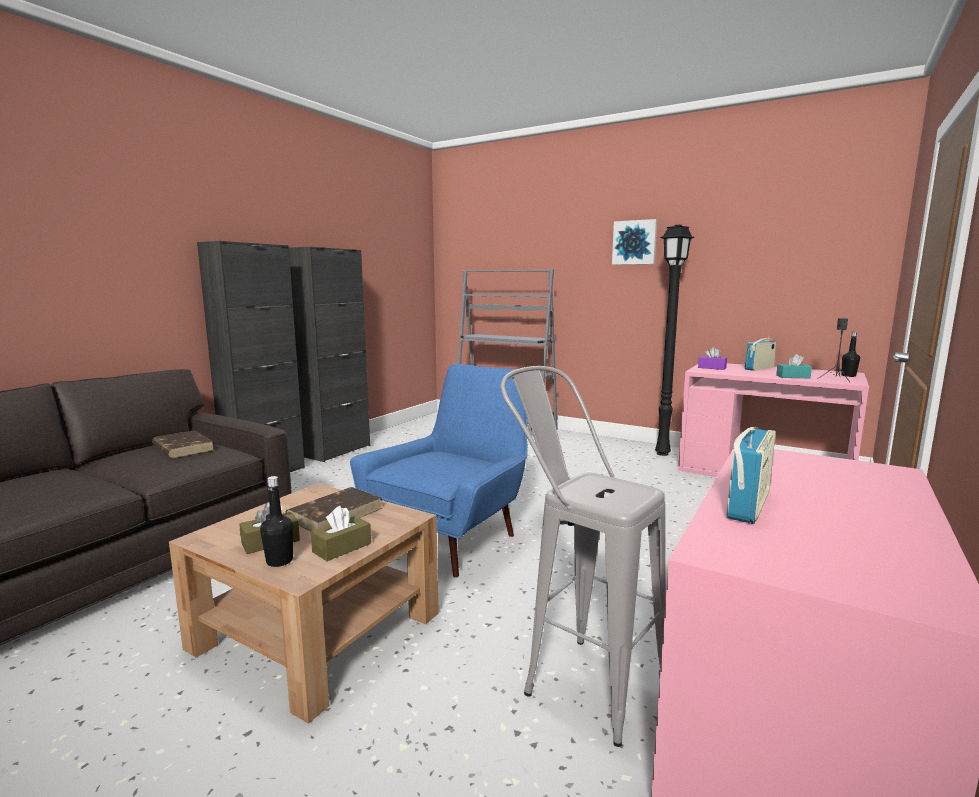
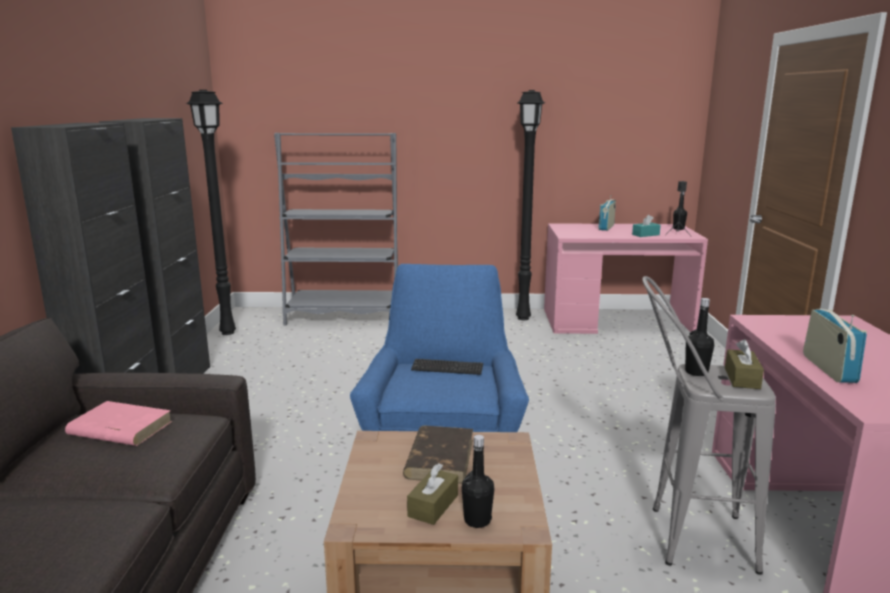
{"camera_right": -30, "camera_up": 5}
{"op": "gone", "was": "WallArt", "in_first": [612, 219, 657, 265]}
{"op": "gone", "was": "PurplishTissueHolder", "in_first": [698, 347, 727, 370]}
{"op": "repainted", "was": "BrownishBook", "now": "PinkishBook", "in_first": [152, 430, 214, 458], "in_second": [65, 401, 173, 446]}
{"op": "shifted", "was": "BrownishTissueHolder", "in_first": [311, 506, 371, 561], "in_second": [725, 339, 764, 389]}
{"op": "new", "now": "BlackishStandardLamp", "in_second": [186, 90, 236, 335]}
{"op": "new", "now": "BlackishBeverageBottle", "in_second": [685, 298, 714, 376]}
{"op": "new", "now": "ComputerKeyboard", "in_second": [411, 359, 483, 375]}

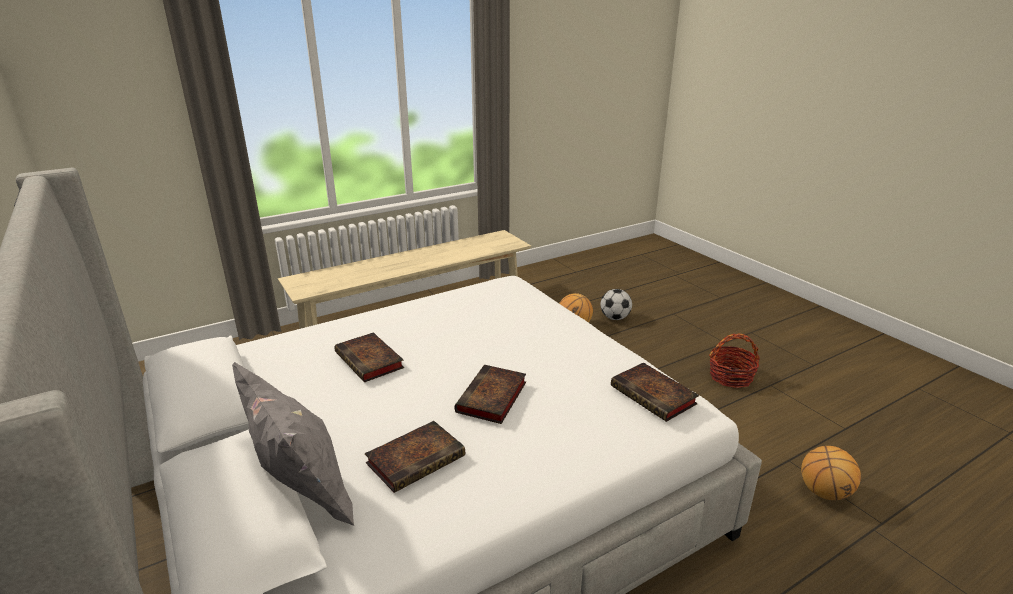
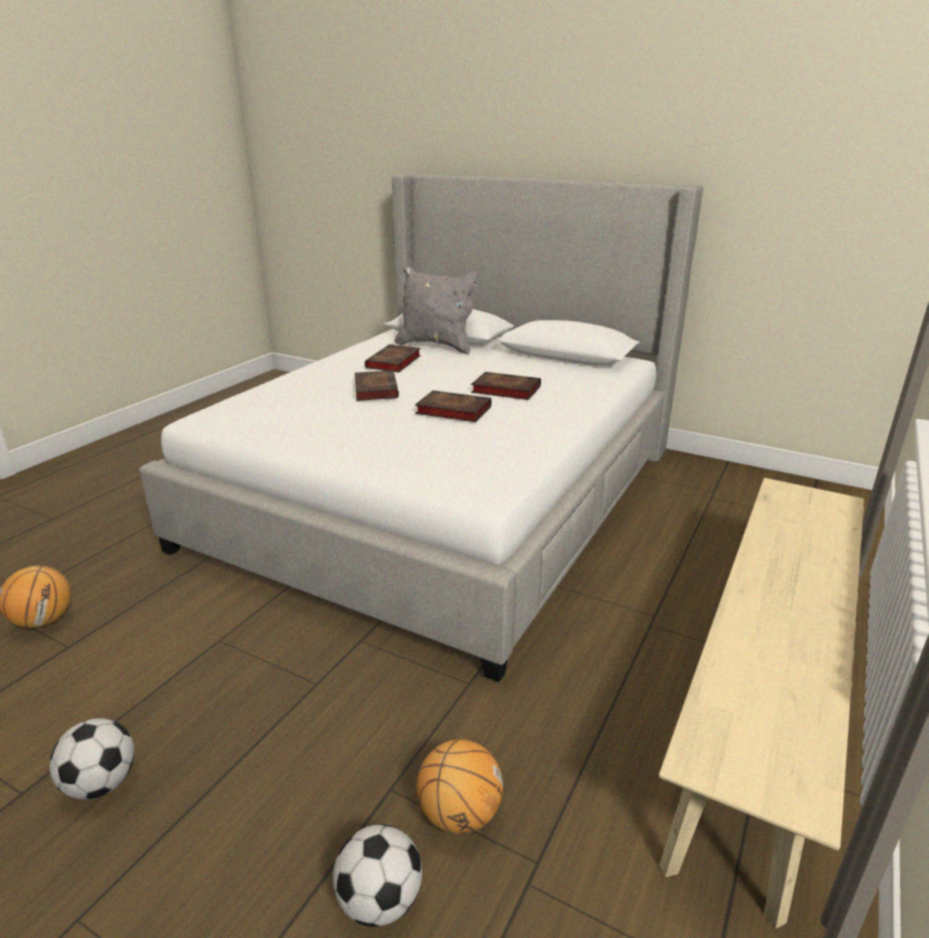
{"camera_right": 150, "camera_up": 0}
{"op": "swapped", "was": "Basket", "now": "FootballBall", "in_first": [709, 333, 760, 388], "in_second": [50, 718, 134, 799]}
{"op": "shifted", "was": "Book", "in_first": [611, 362, 699, 422], "in_second": [415, 390, 491, 422]}

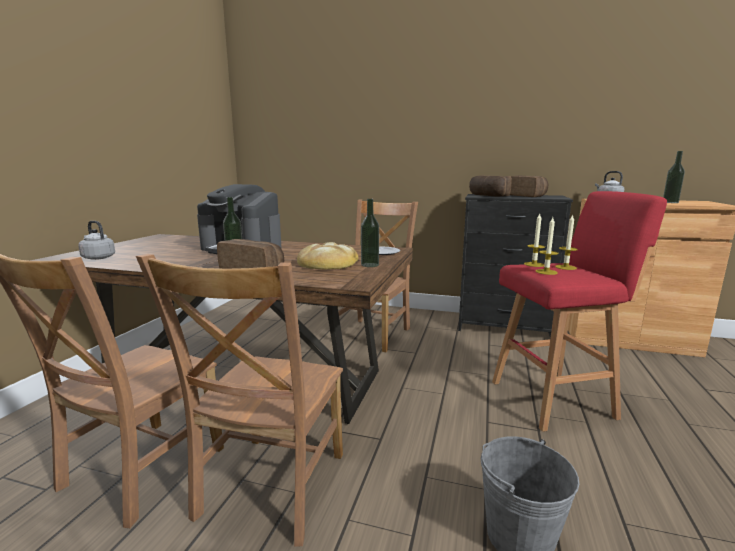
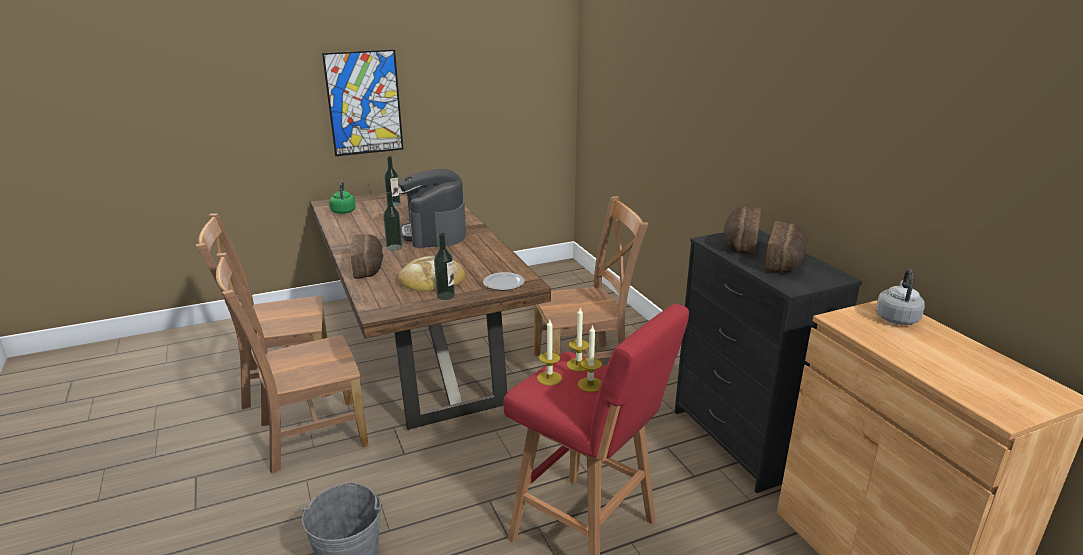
{"camera_right": 50, "camera_up": 10}
{"op": "shifted", "was": "BeverageBottle", "in_first": [663, 151, 685, 203], "in_second": [384, 156, 401, 207]}
{"op": "repainted", "was": "GrayWaterKettle", "now": "GreenWaterKettle", "in_first": [78, 221, 115, 260], "in_second": [329, 181, 356, 214]}
{"op": "new", "now": "WallArt", "in_second": [322, 49, 403, 157]}

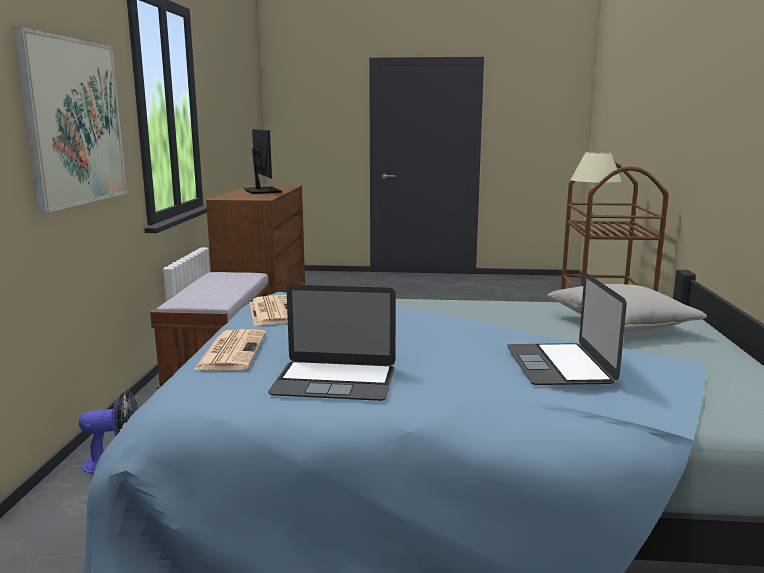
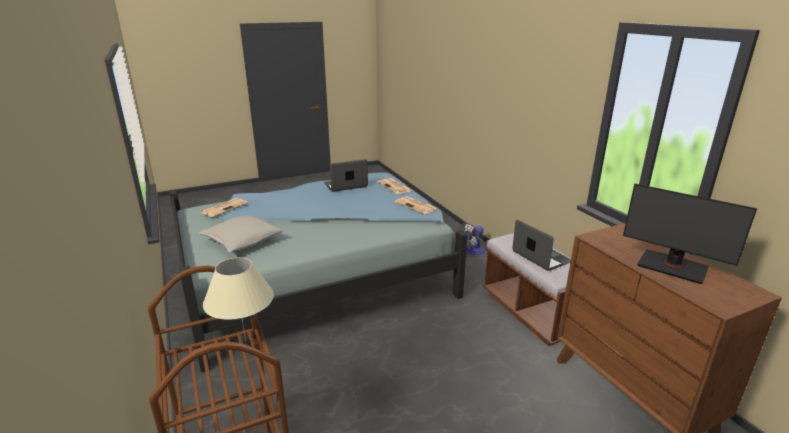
{"camera_right": 150, "camera_up": 10}
{"op": "gone", "was": "WallArt", "in_first": [13, 27, 127, 213]}
{"op": "shifted", "was": "PortableComputer", "in_first": [507, 273, 627, 385], "in_second": [512, 220, 571, 271]}
{"op": "new", "now": "PrintedPaper", "in_second": [201, 198, 248, 217]}

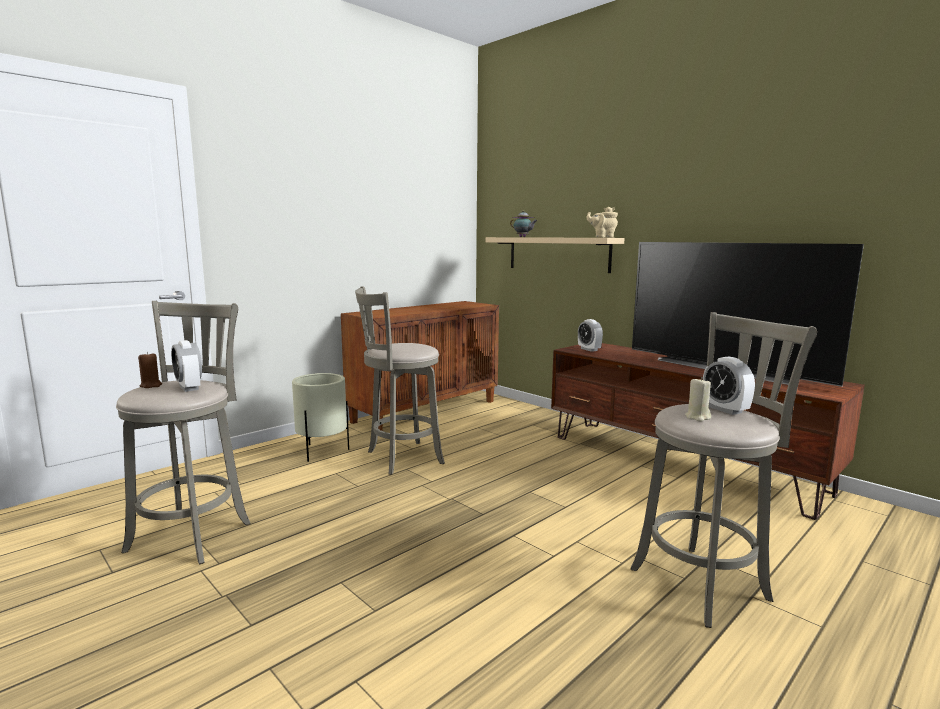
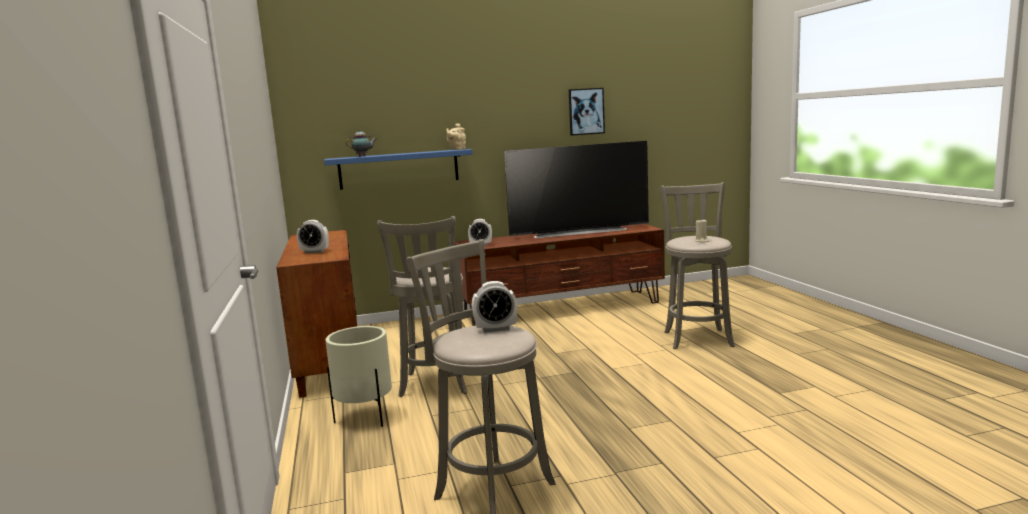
{"camera_right": -60, "camera_up": 0}
{"op": "repainted", "was": "BeigeColouredWallShelf", "now": "BlueColouredWallShelf", "in_first": [486, 237, 625, 273], "in_second": [324, 149, 473, 190]}
{"op": "gone", "was": "BrownishWaxLight", "in_first": [138, 352, 162, 388]}
{"op": "shifted", "was": "BedsideClock", "in_first": [703, 356, 755, 415], "in_second": [297, 220, 329, 254]}
{"op": "new", "now": "WallArt", "in_second": [569, 88, 605, 136]}

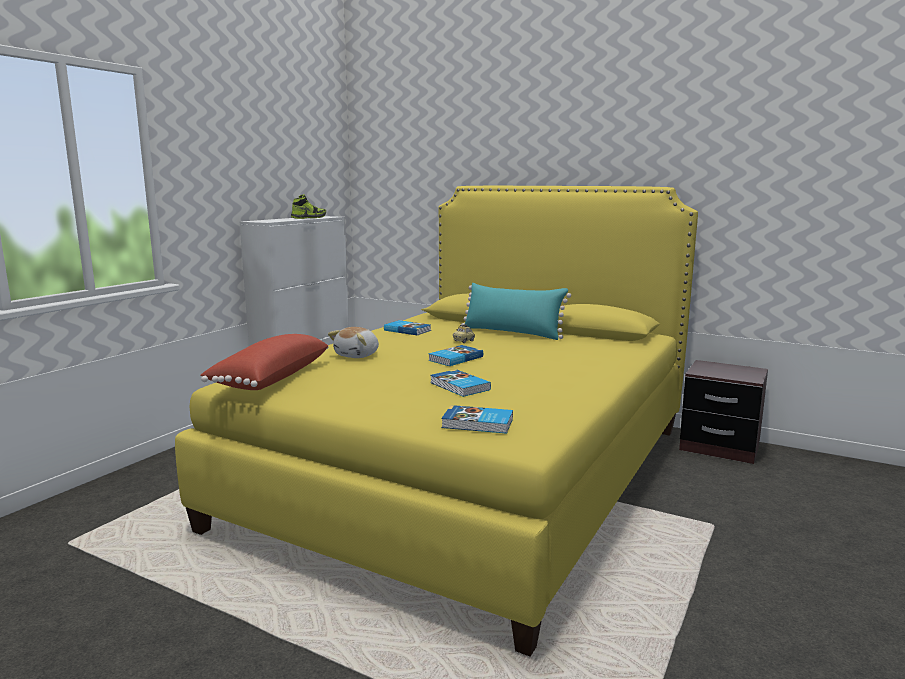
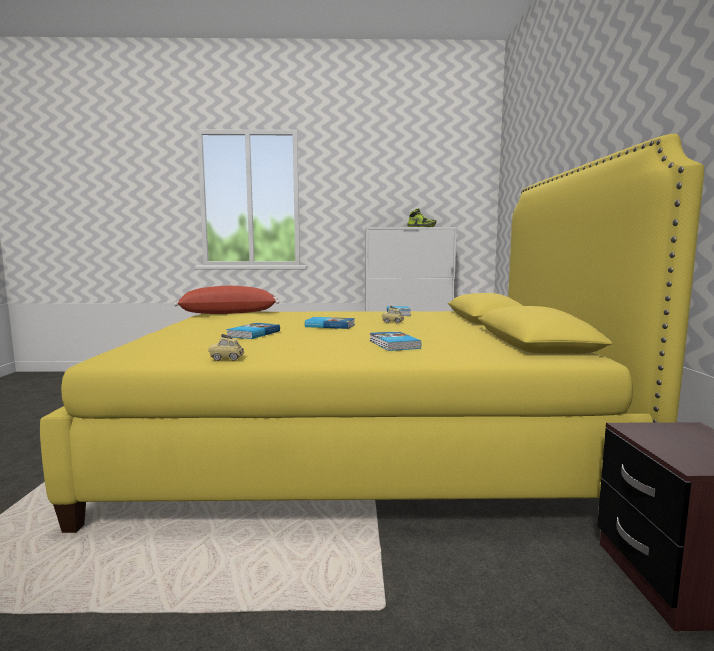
{"camera_right": 60, "camera_up": -5}
{"op": "gone", "was": "TurquoiseColouredPillow", "in_first": [461, 283, 571, 340]}
{"op": "gone", "was": "SoftToy", "in_first": [328, 327, 379, 358]}
{"op": "shifted", "was": "Book", "in_first": [441, 405, 513, 434], "in_second": [370, 331, 421, 351]}
{"op": "new", "now": "ModelCar", "in_second": [209, 334, 244, 361]}

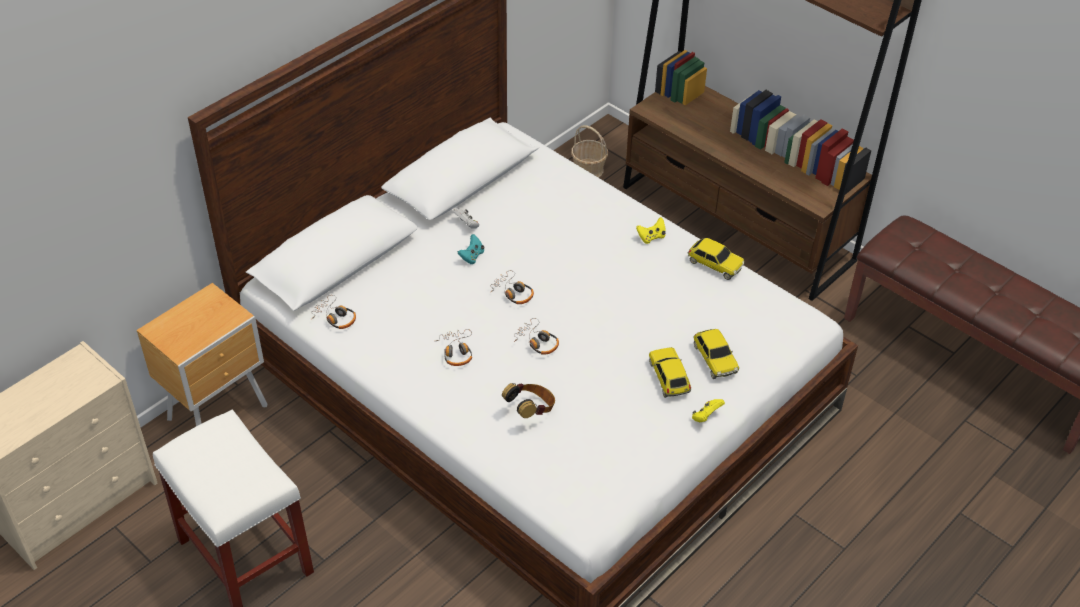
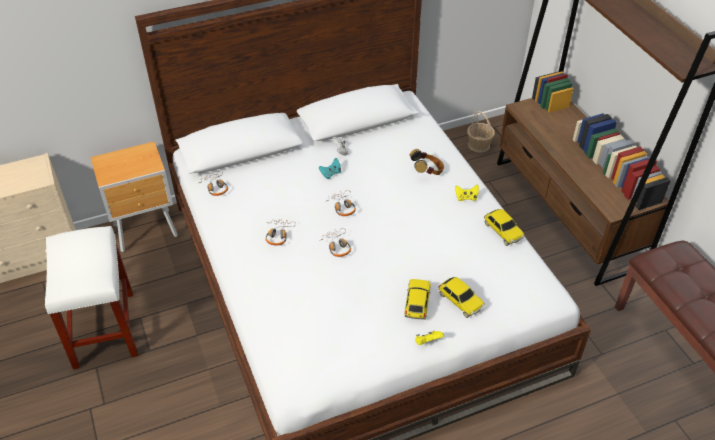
{"camera_right": 25, "camera_up": 0}
{"op": "rotated", "was": "ModelCar", "in_first": [693, 329, 739, 379], "in_second": [438, 277, 485, 318], "clockwise": -45}
{"op": "shifted", "was": "Headphones", "in_first": [502, 383, 555, 418], "in_second": [410, 149, 444, 175]}

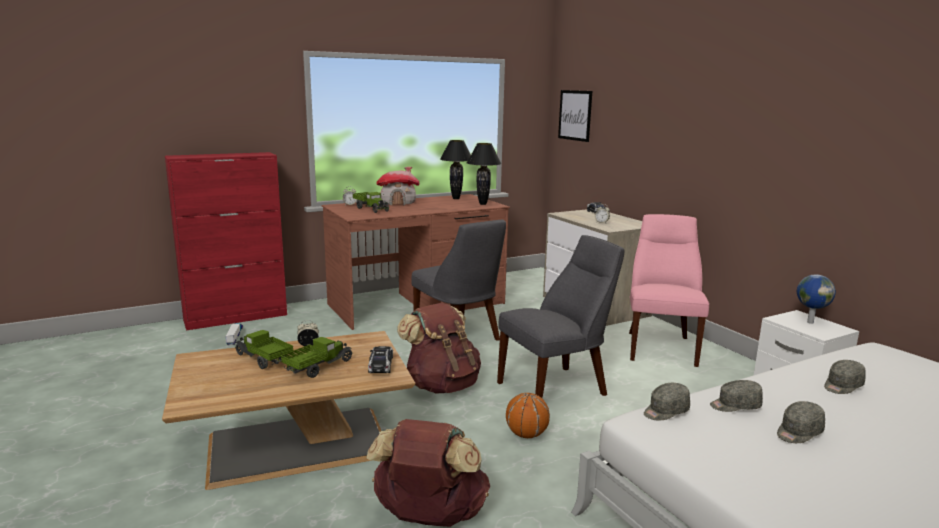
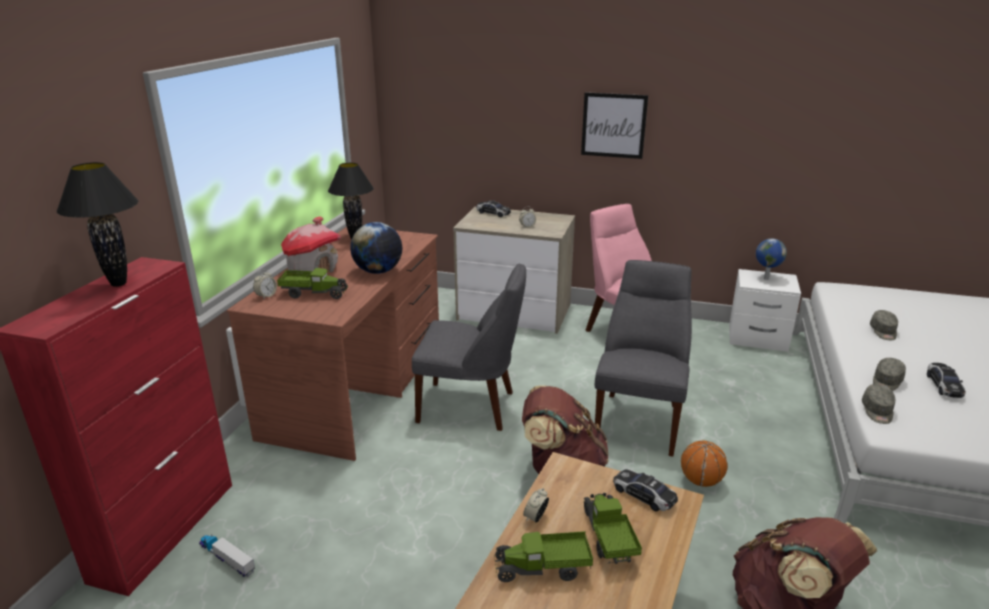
{"camera_right": -45, "camera_up": 10}
{"op": "shifted", "was": "WallArt", "in_first": [558, 90, 592, 142], "in_second": [581, 92, 648, 159]}
{"op": "shifted", "was": "BlackishTabletopLamp", "in_first": [467, 143, 502, 205], "in_second": [57, 162, 138, 287]}
{"op": "swapped", "was": "GrayPeakedCap", "now": "ModelCar", "in_first": [777, 401, 825, 443], "in_second": [927, 363, 966, 398]}
{"op": "new", "now": "Globe", "in_second": [350, 222, 402, 274]}

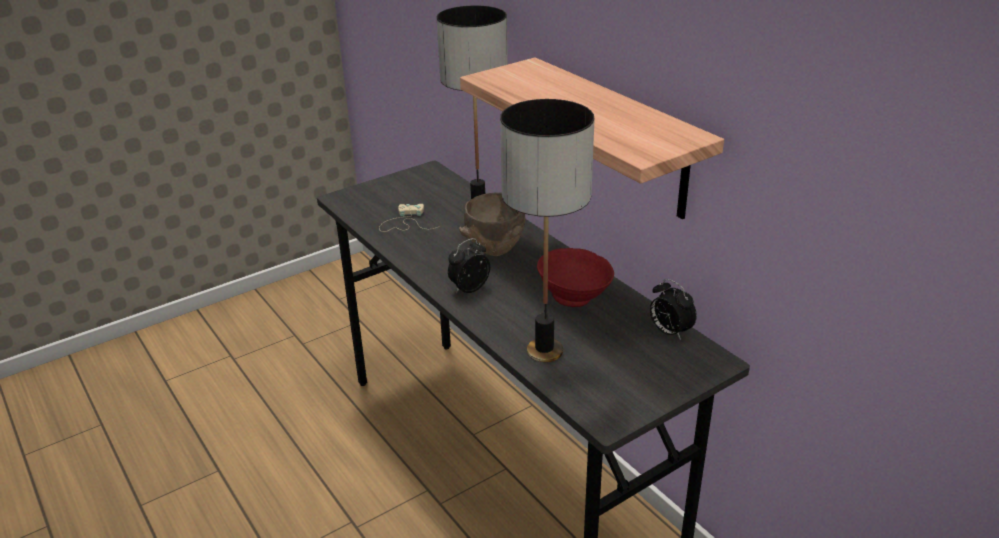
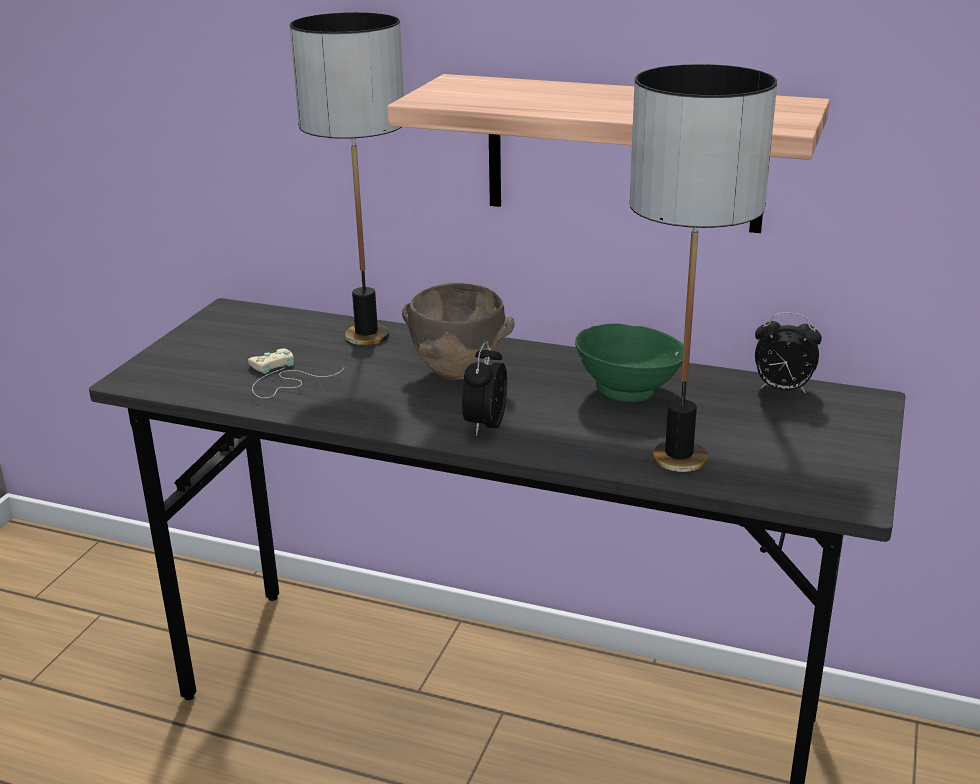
{"camera_right": -35, "camera_up": -5}
{"op": "repainted", "was": "RedBowl", "now": "GreenBowl", "in_first": [537, 248, 614, 307], "in_second": [575, 323, 684, 402]}

